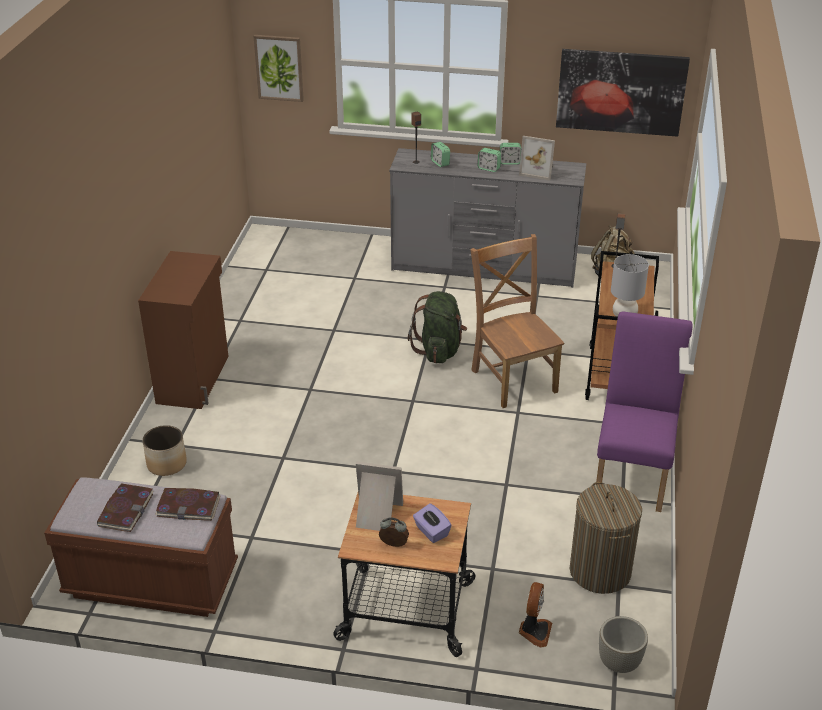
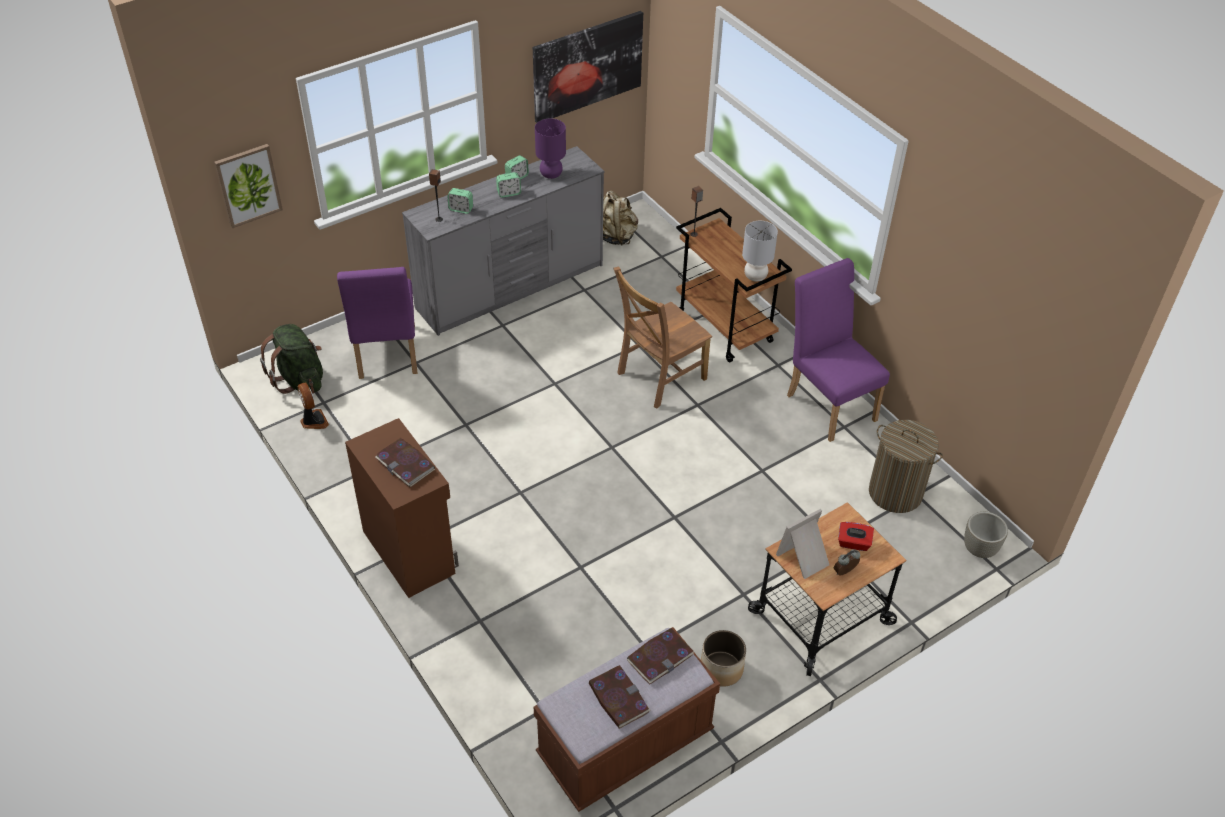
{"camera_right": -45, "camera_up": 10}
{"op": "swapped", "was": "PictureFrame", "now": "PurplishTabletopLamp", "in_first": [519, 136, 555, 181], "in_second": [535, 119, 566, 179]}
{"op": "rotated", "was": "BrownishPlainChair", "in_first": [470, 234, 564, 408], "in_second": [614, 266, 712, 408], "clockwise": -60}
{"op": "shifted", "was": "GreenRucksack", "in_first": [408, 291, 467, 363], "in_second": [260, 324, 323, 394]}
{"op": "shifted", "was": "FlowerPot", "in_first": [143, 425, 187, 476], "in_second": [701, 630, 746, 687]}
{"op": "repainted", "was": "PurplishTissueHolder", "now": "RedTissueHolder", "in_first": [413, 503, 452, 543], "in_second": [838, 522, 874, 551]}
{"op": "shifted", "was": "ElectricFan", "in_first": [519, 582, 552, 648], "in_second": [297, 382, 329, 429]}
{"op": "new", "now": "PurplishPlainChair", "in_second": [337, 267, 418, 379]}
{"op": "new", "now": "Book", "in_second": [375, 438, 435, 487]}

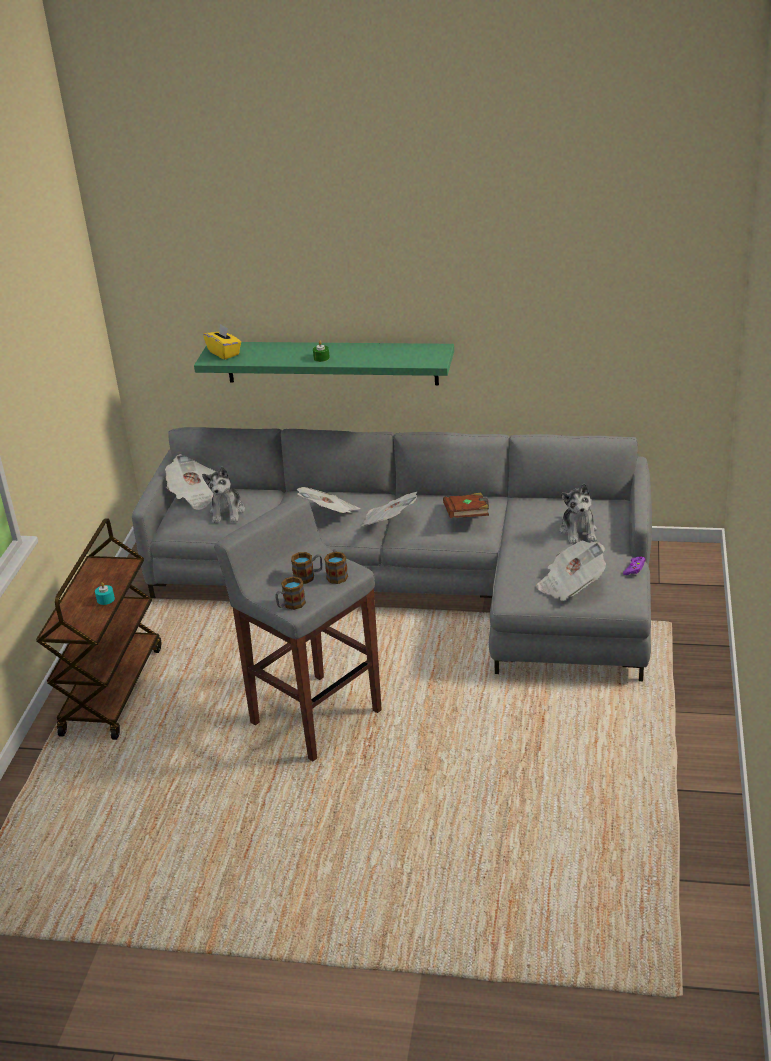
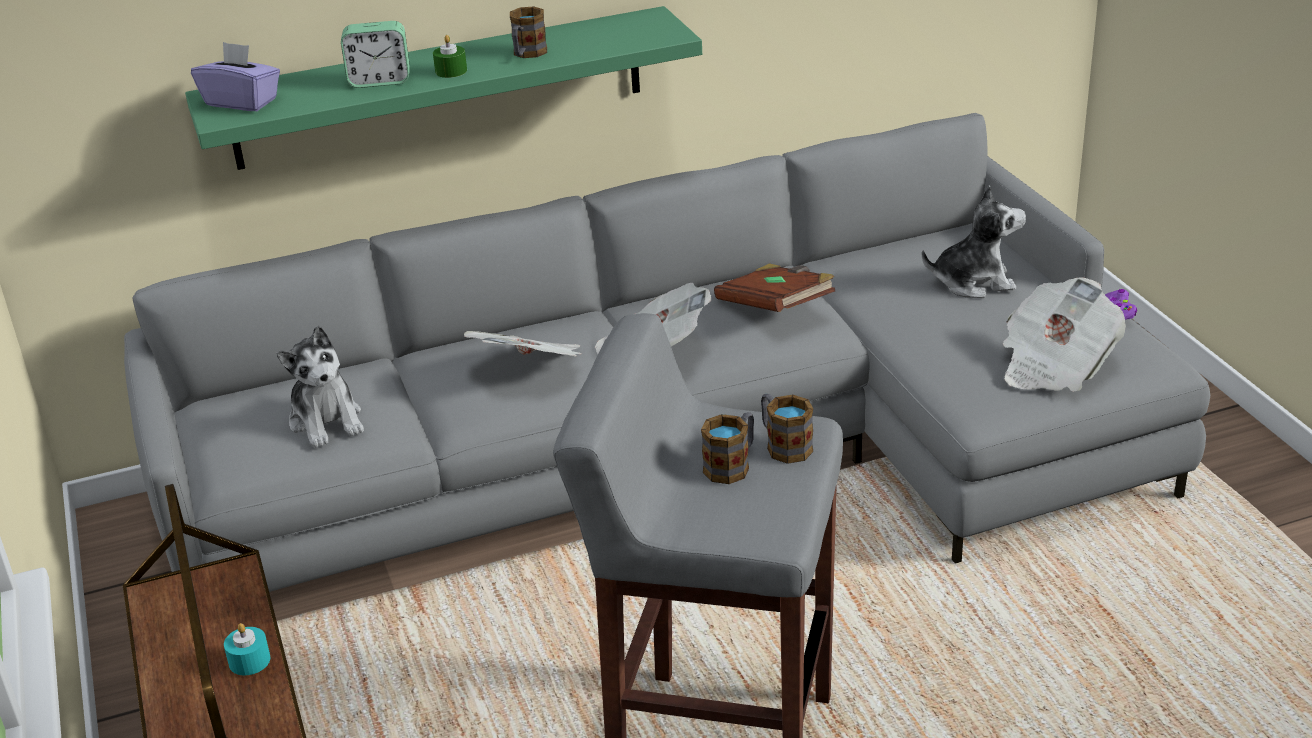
{"camera_right": -30, "camera_up": 0}
{"op": "repainted", "was": "YellowishTissueHolder", "now": "PurplishTissueHolder", "in_first": [203, 324, 241, 360], "in_second": [191, 42, 280, 111]}
{"op": "gone", "was": "PrintedPaper", "in_first": [165, 454, 217, 510]}
{"op": "rotated", "was": "SoftToy", "in_first": [560, 483, 597, 544], "in_second": [922, 185, 1026, 298], "clockwise": -60}
{"op": "shifted", "was": "TeaMug", "in_first": [275, 576, 306, 610], "in_second": [510, 6, 547, 58]}
{"op": "new", "now": "BedsideClock", "in_second": [341, 21, 410, 88]}

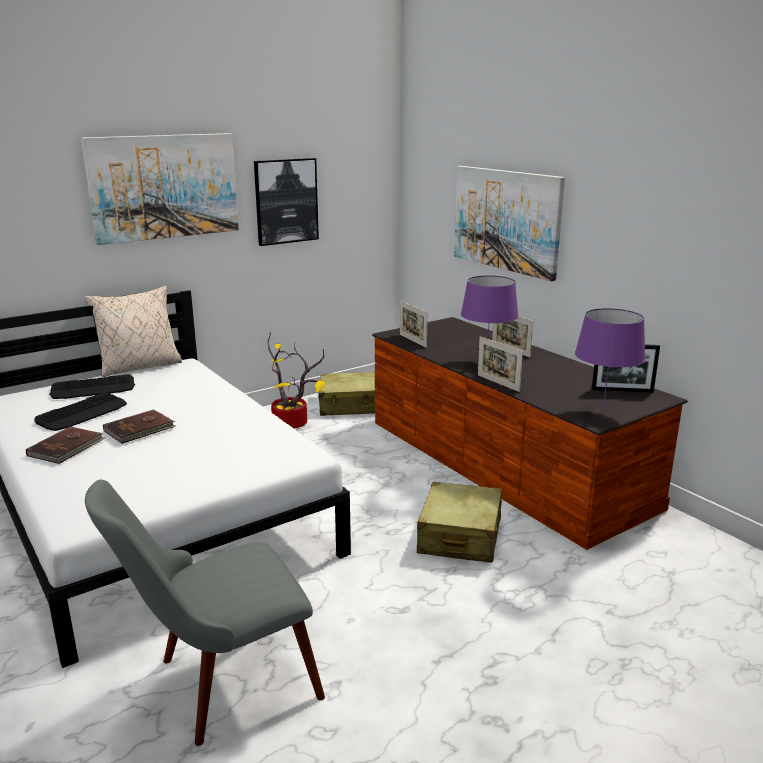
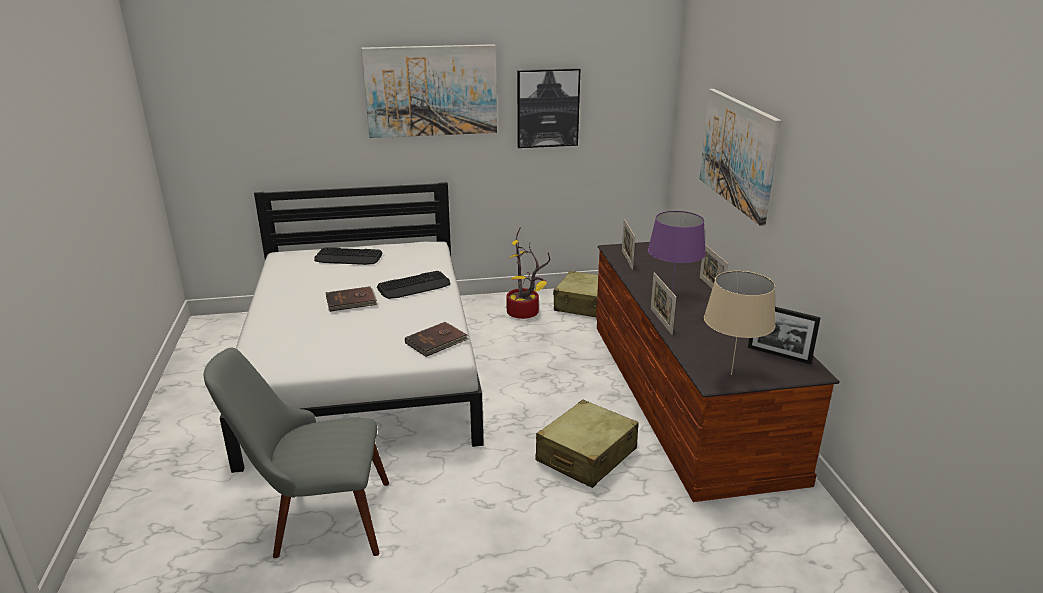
{"camera_right": 25, "camera_up": 5}
{"op": "gone", "was": "BeigeColouredPillow", "in_first": [85, 286, 182, 377]}
{"op": "repainted", "was": "PurplishTabletopLamp", "now": "BeigeColouredTabletopLamp", "in_first": [575, 308, 646, 413], "in_second": [704, 271, 776, 375]}
{"op": "shifted", "was": "ComputerKeyboard", "in_first": [34, 393, 127, 431], "in_second": [377, 271, 451, 299]}
{"op": "shifted", "was": "BrownishBook", "in_first": [26, 426, 105, 464], "in_second": [405, 322, 469, 357]}

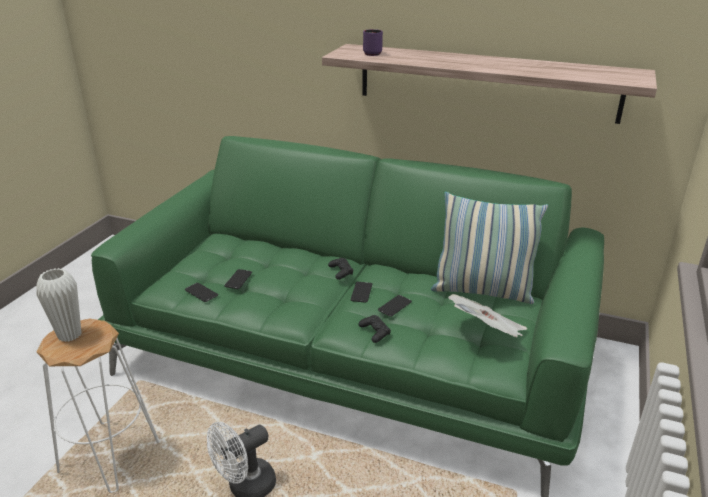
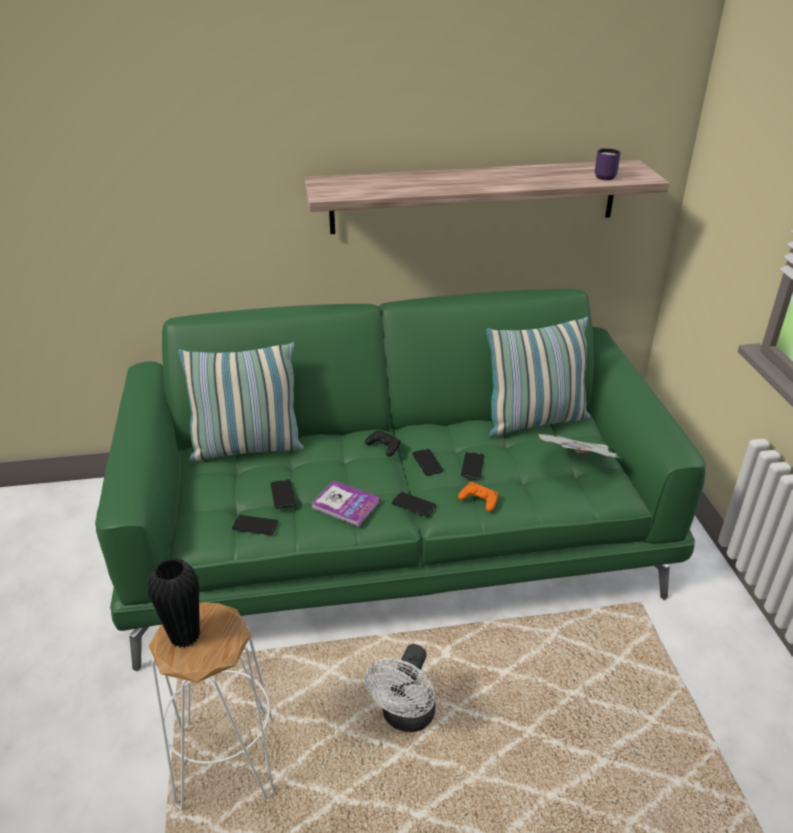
{"camera_right": -30, "camera_up": 5}
{"op": "shifted", "was": "PurplishTeaMug", "in_first": [363, 29, 383, 56], "in_second": [595, 148, 621, 180]}
{"op": "repainted", "was": "WhitishDecorativeVase", "now": "BlackishDecorativeVase", "in_first": [36, 268, 82, 342], "in_second": [148, 558, 200, 648]}
{"op": "repainted", "was": "BlackishJoypad", "now": "OrangeyJoypad", "in_first": [358, 315, 391, 343], "in_second": [458, 482, 498, 512]}
{"op": "new", "now": "Pillow", "in_second": [178, 342, 304, 462]}
{"op": "new", "now": "Book", "in_second": [311, 480, 381, 527]}
{"op": "new", "now": "Phone", "in_second": [392, 492, 436, 517]}

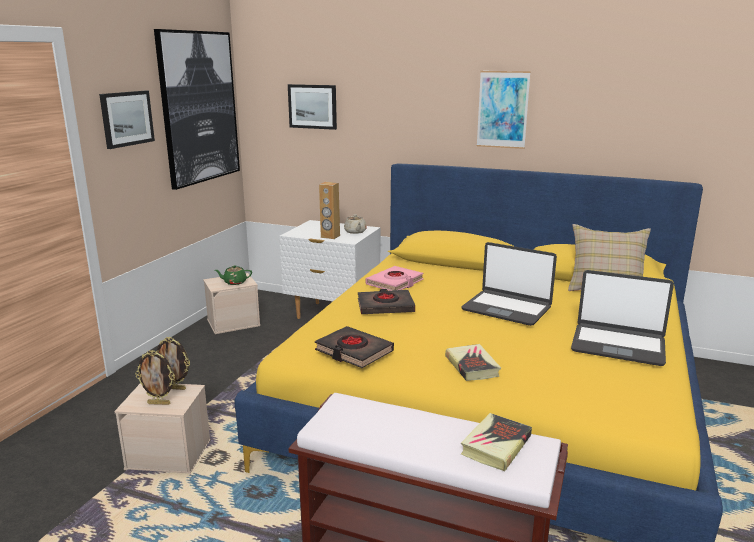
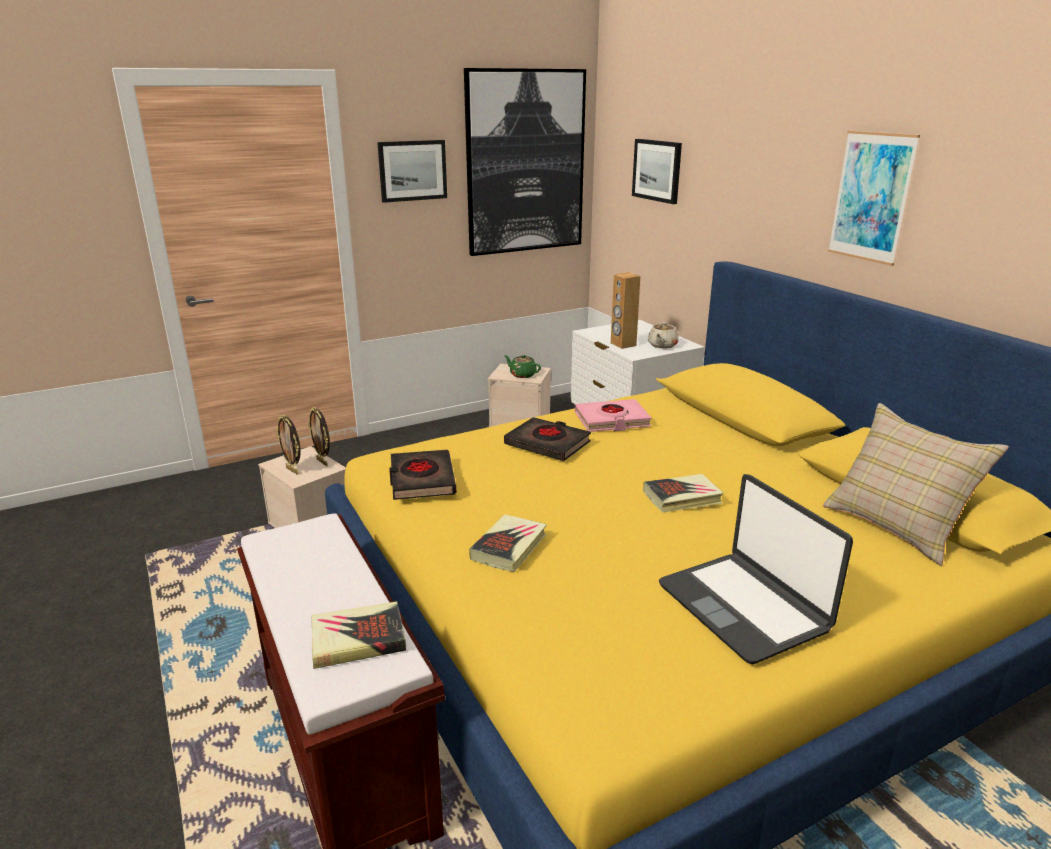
{"camera_right": 40, "camera_up": 5}
{"op": "swapped", "was": "PortableComputer", "now": "Book", "in_first": [461, 242, 557, 326], "in_second": [643, 474, 724, 512]}

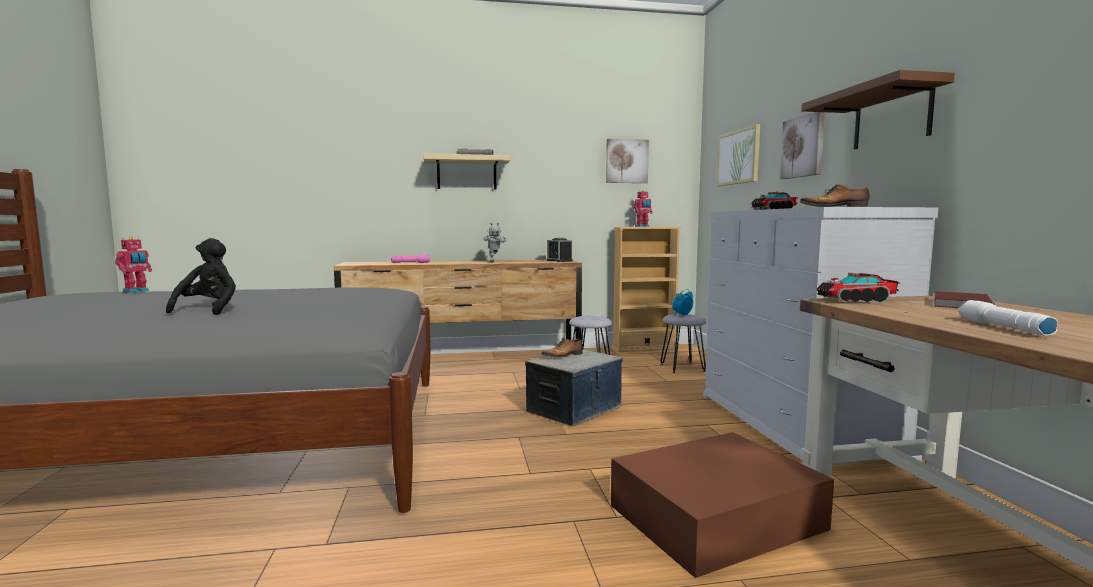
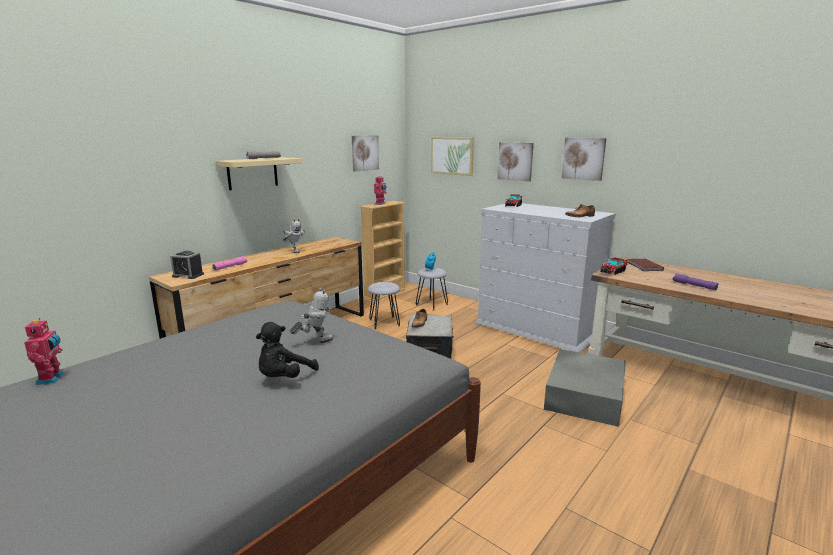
{"camera_right": -40, "camera_up": 10}
{"op": "swapped", "was": "BrownishWallShelf", "now": "WallArt", "in_first": [801, 70, 955, 149], "in_second": [561, 138, 606, 181]}
{"op": "rotated", "was": "BlackishSoftToy", "in_first": [166, 238, 236, 315], "in_second": [256, 322, 319, 378], "clockwise": -105}
{"op": "shifted", "was": "BedsideClock", "in_first": [546, 238, 573, 262], "in_second": [170, 251, 204, 279]}
{"op": "repainted", "was": "WhitishTorch", "now": "PurplishTorch", "in_first": [959, 300, 1058, 335], "in_second": [673, 273, 718, 290]}
{"op": "repainted", "was": "BrownishStorageBox", "now": "GrayStorageBox", "in_first": [611, 432, 834, 578], "in_second": [544, 349, 626, 427]}
{"op": "new", "now": "ModelRobot", "in_second": [290, 288, 334, 343]}

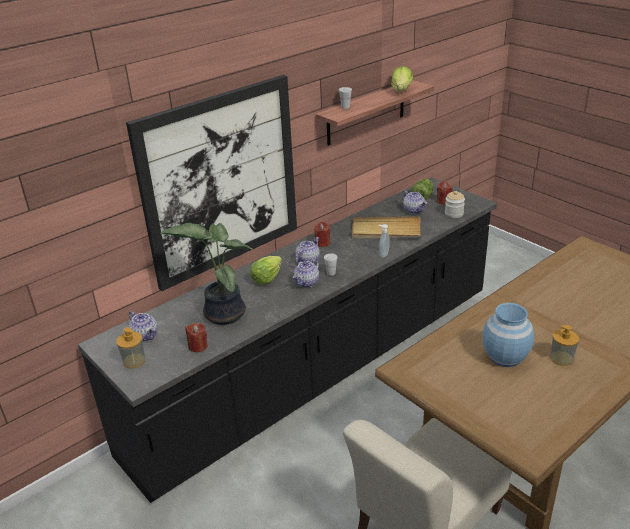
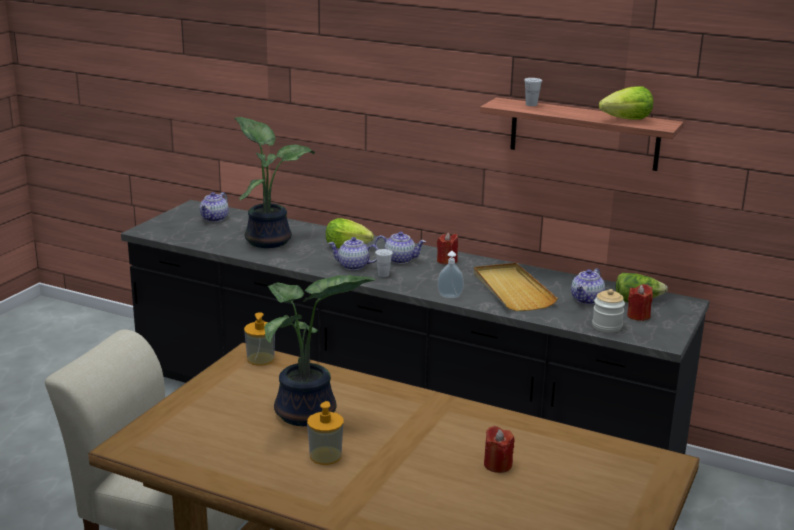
{"camera_right": 65, "camera_up": -10}
{"op": "gone", "was": "WallArt", "in_first": [126, 75, 297, 291]}
{"op": "swapped", "was": "BlueColouredDecorativeVase", "now": "Houseplant", "in_first": [483, 303, 534, 367], "in_second": [264, 275, 376, 426]}
{"op": "shifted", "was": "RedWaxLight", "in_first": [186, 323, 208, 352], "in_second": [484, 426, 514, 473]}
{"op": "shifted", "was": "SoapDispenser", "in_first": [116, 327, 145, 369], "in_second": [244, 312, 275, 366]}

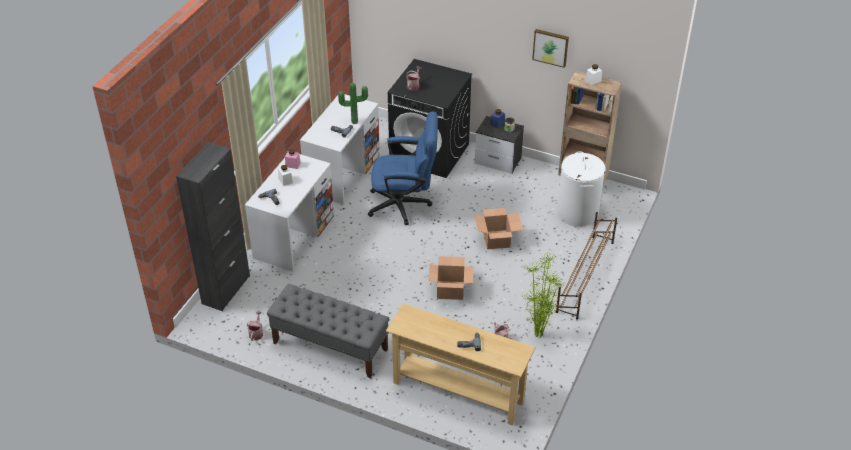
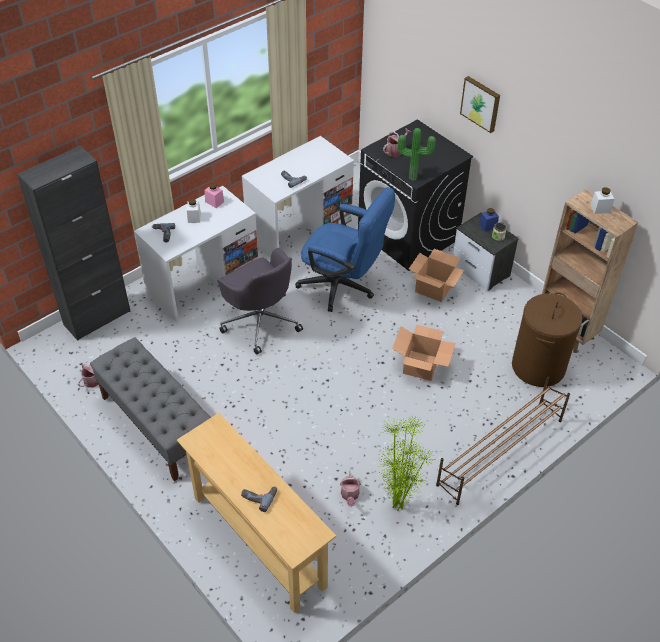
{"camera_right": 25, "camera_up": 5}
{"op": "shifted", "was": "WallArt", "in_first": [532, 29, 569, 68], "in_second": [460, 76, 500, 133]}
{"op": "shifted", "was": "Houseplant", "in_first": [338, 83, 368, 124], "in_second": [397, 128, 436, 181]}
{"op": "repainted", "was": "WhitishWashingBasket", "now": "BrownishWashingBasket", "in_first": [557, 151, 606, 227], "in_second": [512, 292, 582, 387]}
{"op": "shifted", "was": "PackingBox", "in_first": [428, 256, 473, 300], "in_second": [409, 249, 464, 302]}
{"op": "new", "now": "GrayComputerChair", "in_second": [217, 248, 303, 355]}

